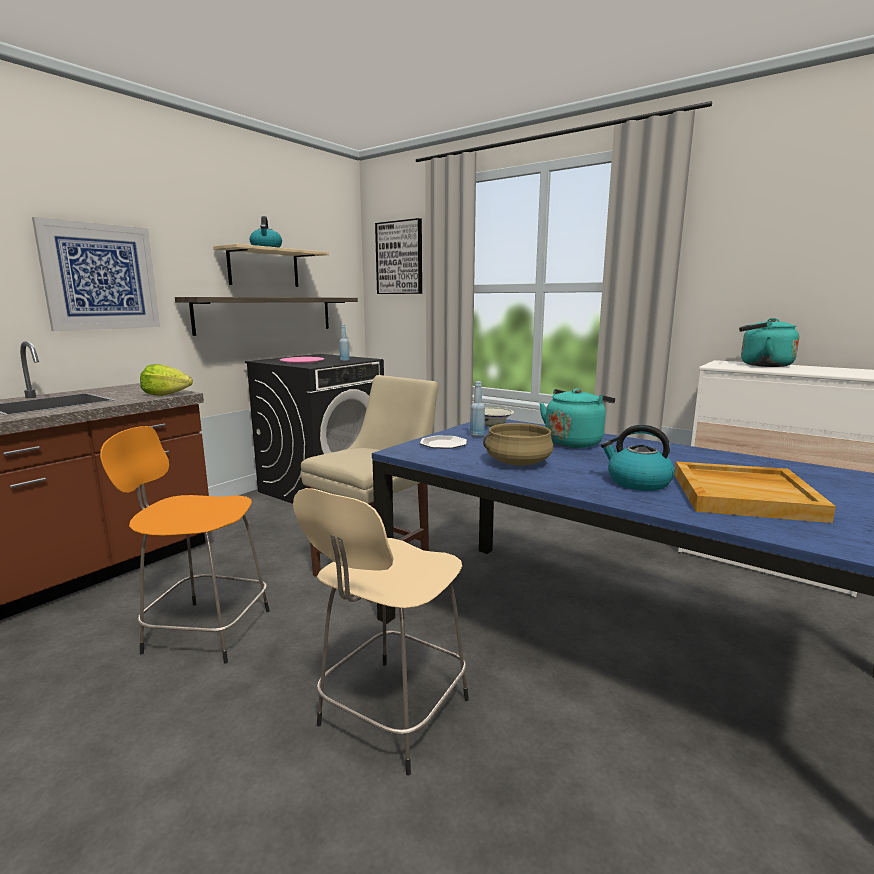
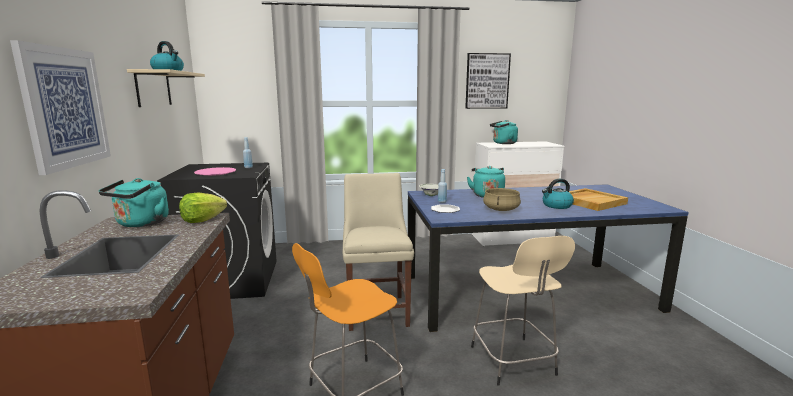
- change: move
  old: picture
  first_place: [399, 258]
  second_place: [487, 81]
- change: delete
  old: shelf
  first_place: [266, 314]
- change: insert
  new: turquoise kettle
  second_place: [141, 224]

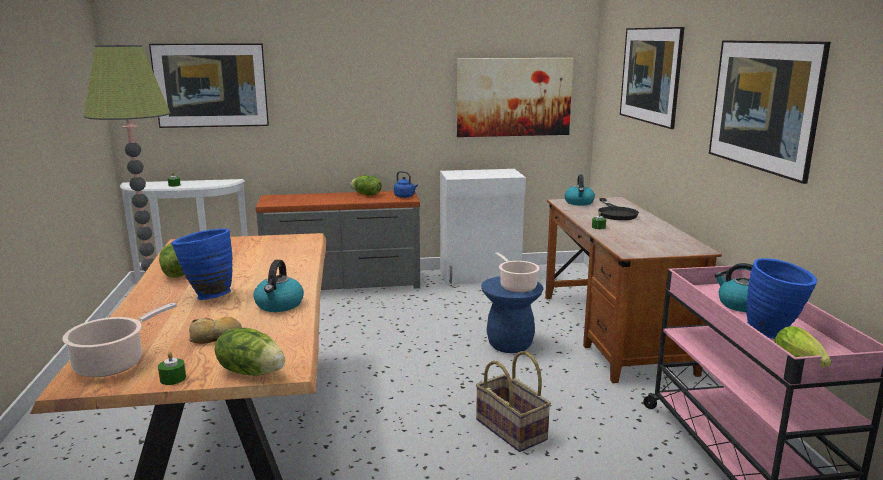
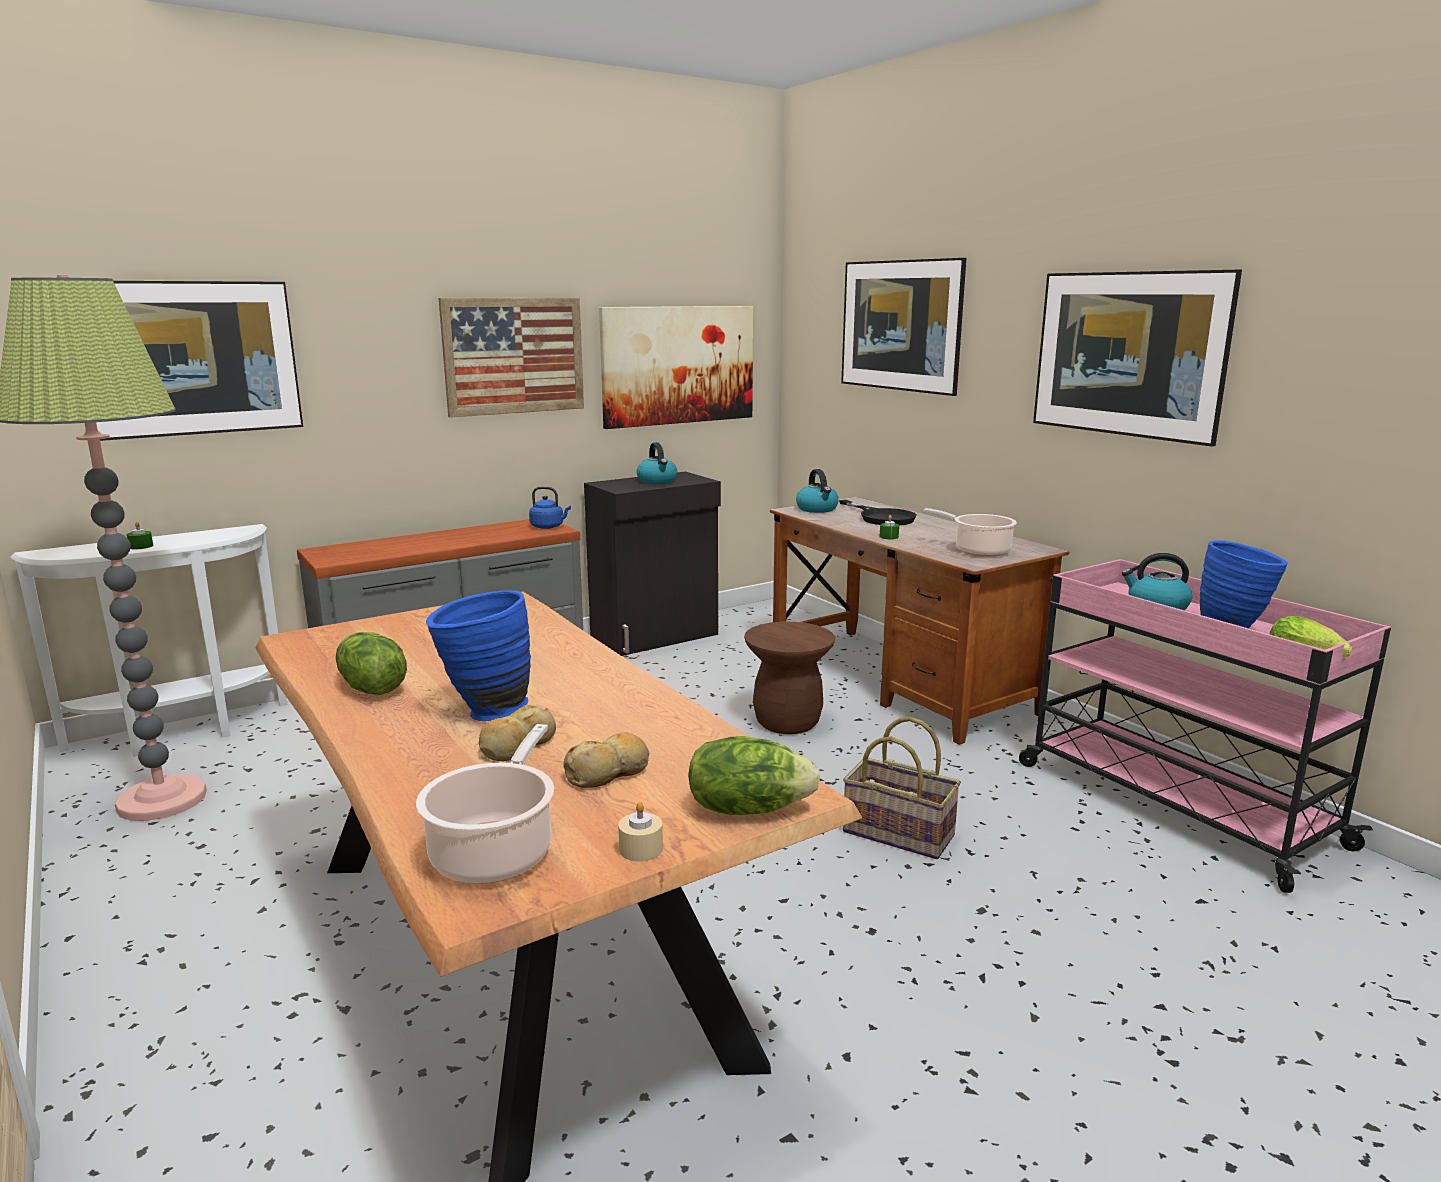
- change: recolor
  old: white cabinet
  new: black cabinet
  first_place: [480, 276]
  second_place: [656, 637]
- change: delete
  old: lettuce
  first_place: [366, 194]
- change: move
  old: cooking pot
  first_place: [516, 286]
  second_place: [978, 551]
- change: move
  old: kettle
  first_place: [279, 305]
  second_place: [657, 481]
- change: recolor
  old: blue stool
  new: brown stool
  first_place: [510, 344]
  second_place: [787, 722]
- change: recolor
  old: green candle
  new: beige candle
  first_place: [173, 378]
  second_place: [641, 849]
- change: insert
  new: picture
  second_place: [514, 356]
- change: insert
  new: bread
  second_place: [516, 746]

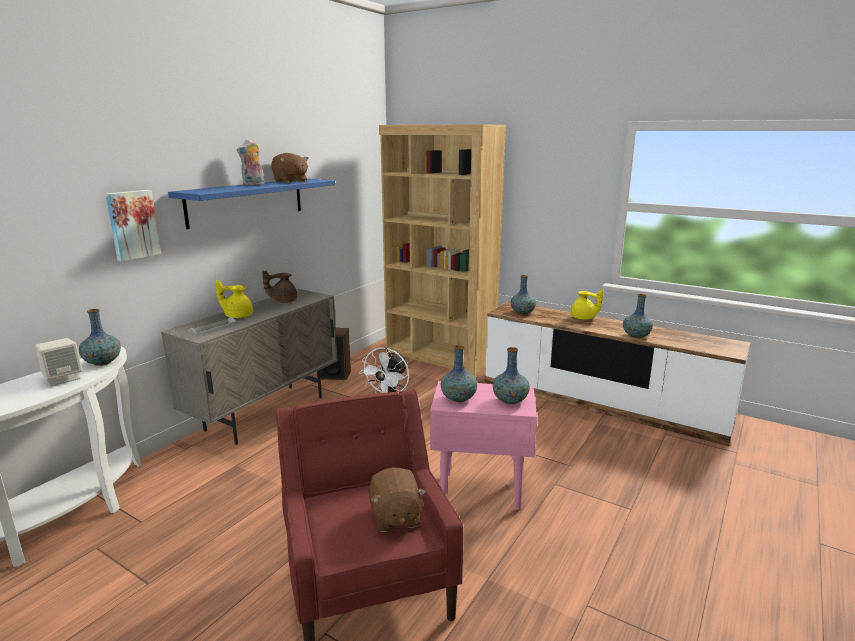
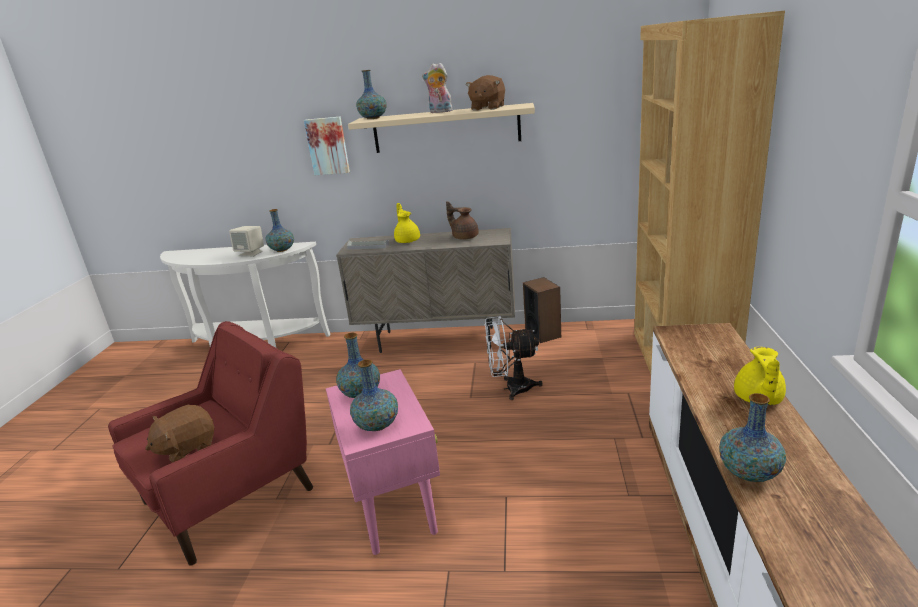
- change: recolor
  old: blue shelf
  new: beige shelf
  first_place: [247, 201]
  second_place: [446, 129]
- change: move
  old: vase
  first_place: [522, 313]
  second_place: [373, 118]

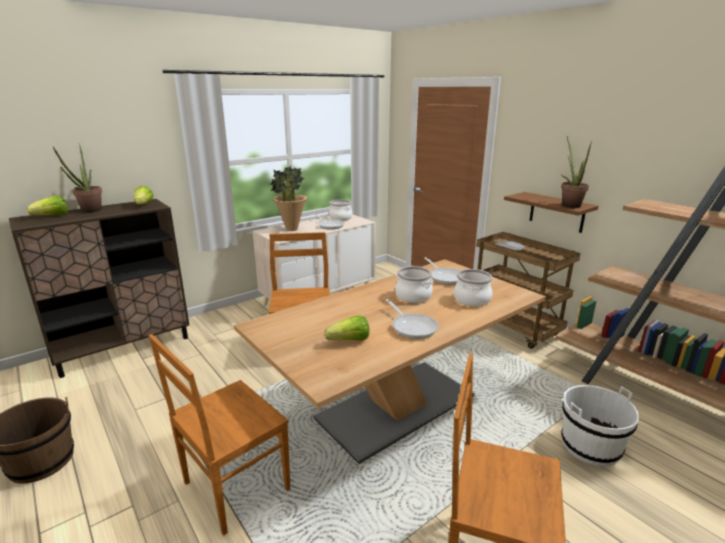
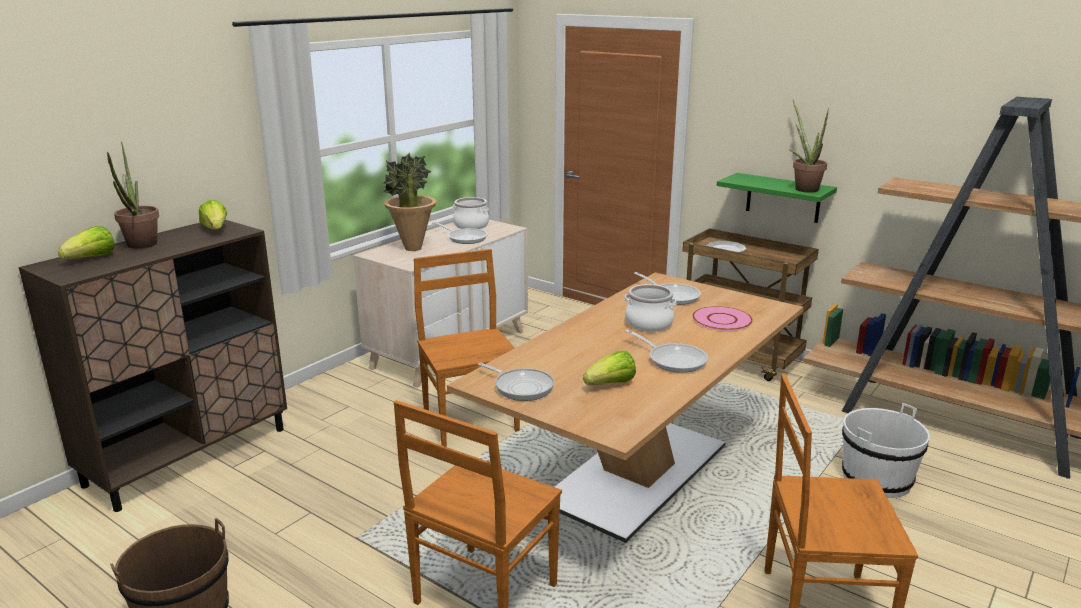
- change: recolor
  old: brown shelf
  new: green shelf
  first_place: [557, 212]
  second_place: [783, 198]
- change: replace
  old: cooking pot
  new: pink plate
  first_place: [472, 299]
  second_place: [722, 320]
- change: insert
  new: frying pan
  second_place: [521, 387]

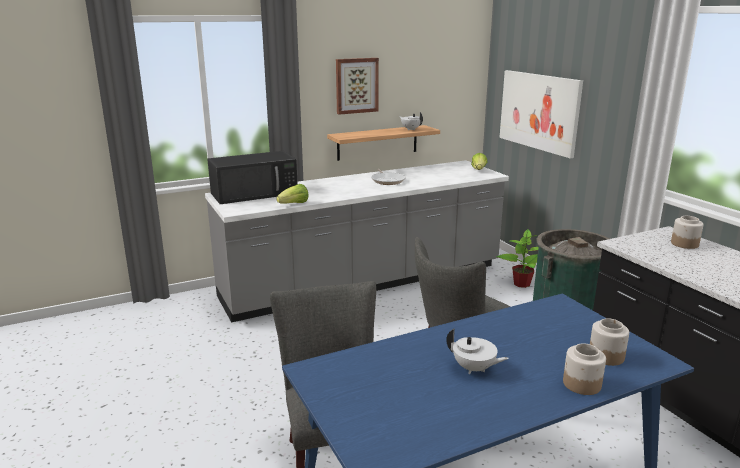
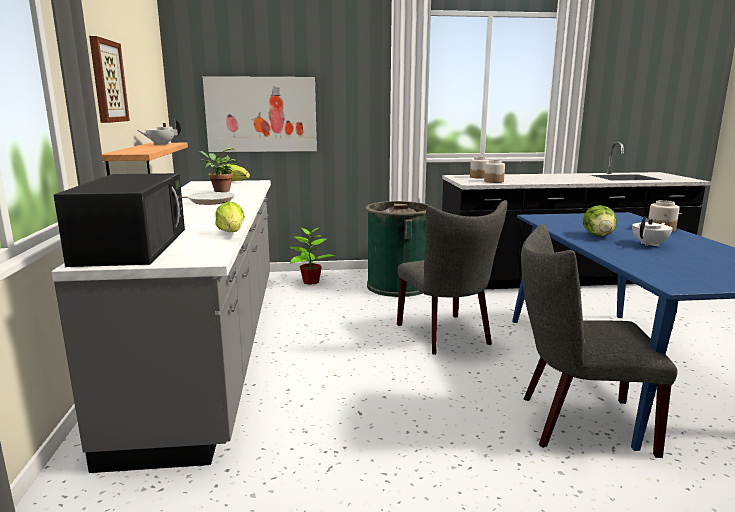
- change: move
  old: jar
  first_place: [606, 356]
  second_place: [493, 181]
- change: insert
  new: potted plant
  second_place: [219, 191]
- change: insert
  new: lettuce
  second_place: [598, 236]

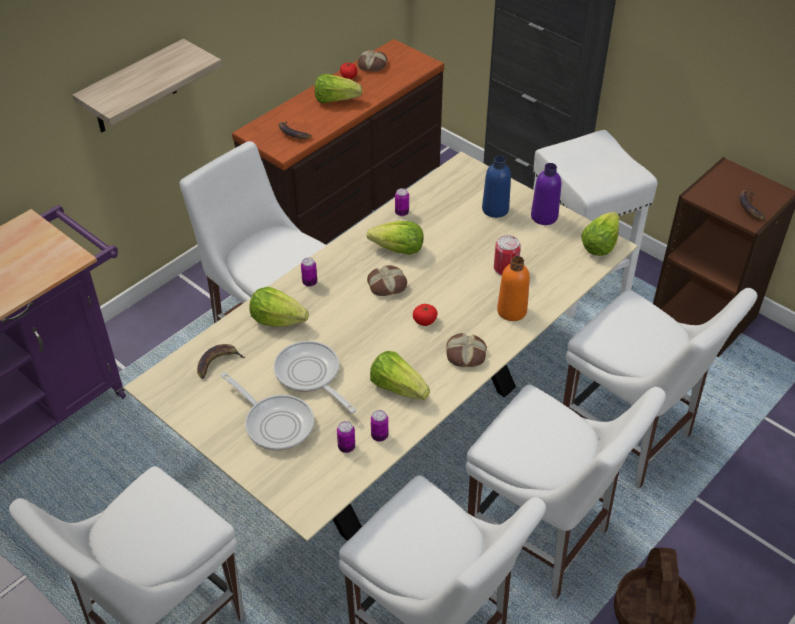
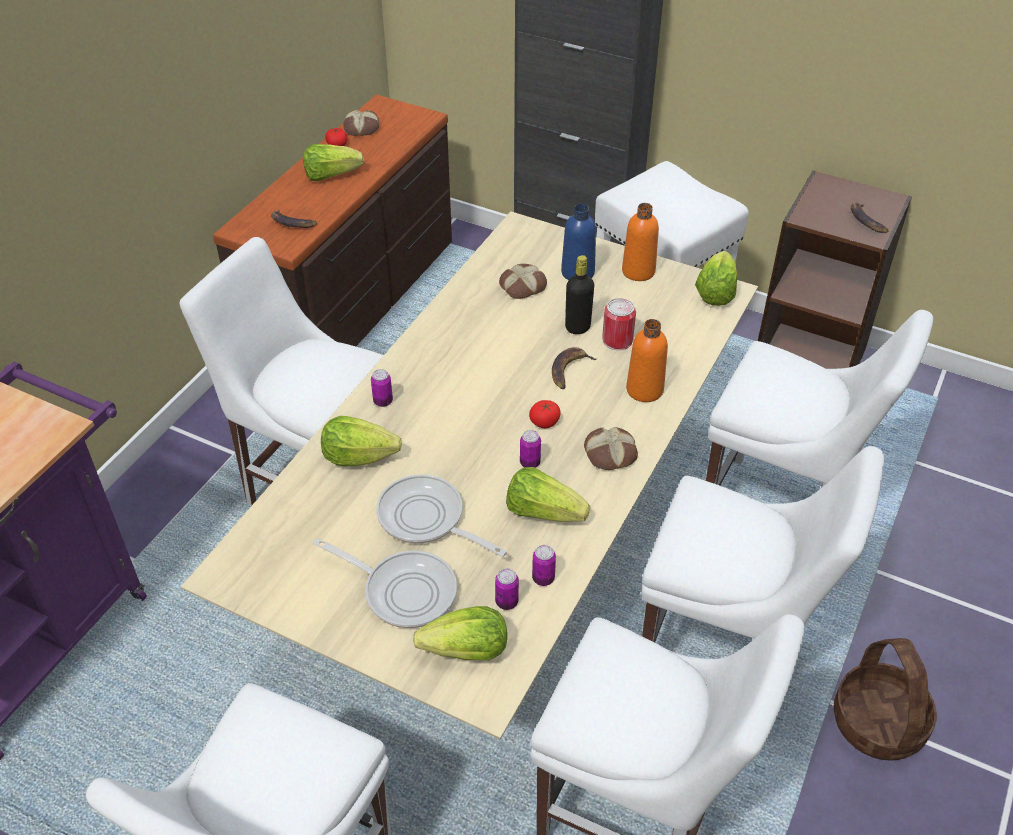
- change: delete
  old: shelf
  first_place: [134, 88]
- change: recolor
  old: purple bottle
  new: orange bottle
  first_place: [544, 217]
  second_place: [638, 271]
- change: move
  old: can
  first_place: [402, 212]
  second_place: [530, 463]
- change: move
  old: lettuce
  first_place: [398, 250]
  second_place: [467, 651]
- change: move
  old: bread
  first_place: [387, 284]
  second_place: [522, 286]
- change: move
  old: banana
  first_place: [217, 362]
  second_place: [569, 370]
- change: insert
  new: black bottle
  second_place: [577, 327]

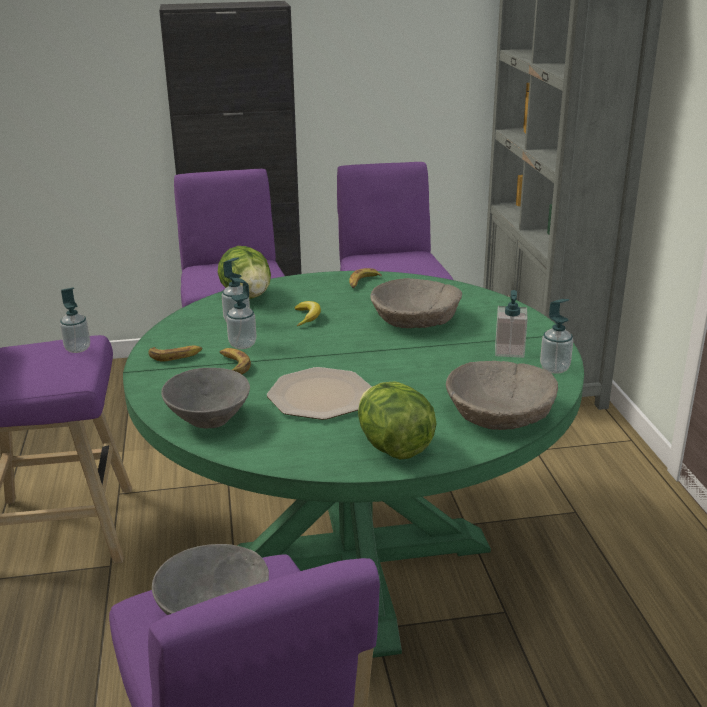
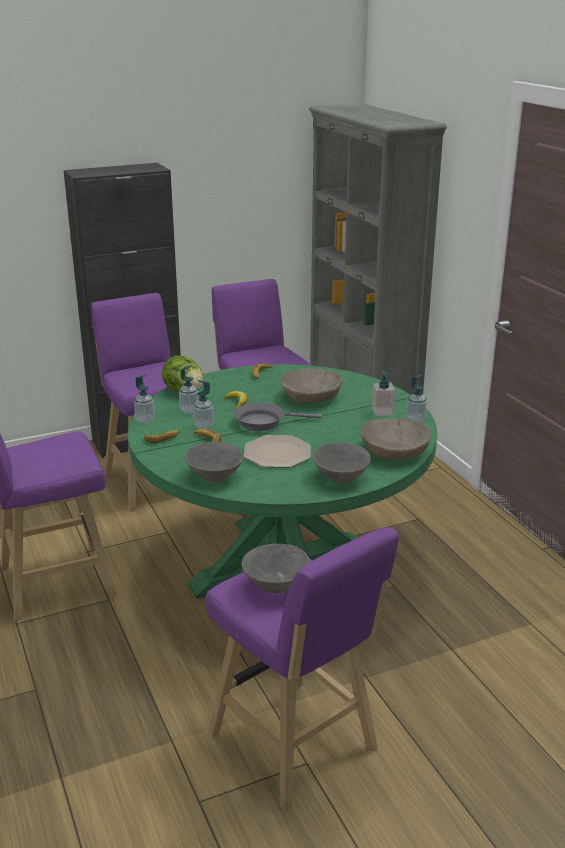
- change: move
  old: soap dispenser
  first_place: [78, 349]
  second_place: [145, 420]
- change: replace
  old: lettuce
  new: grey bowl
  first_place: [393, 447]
  second_place: [341, 478]
- change: insert
  new: grey frying pan
  second_place: [264, 422]

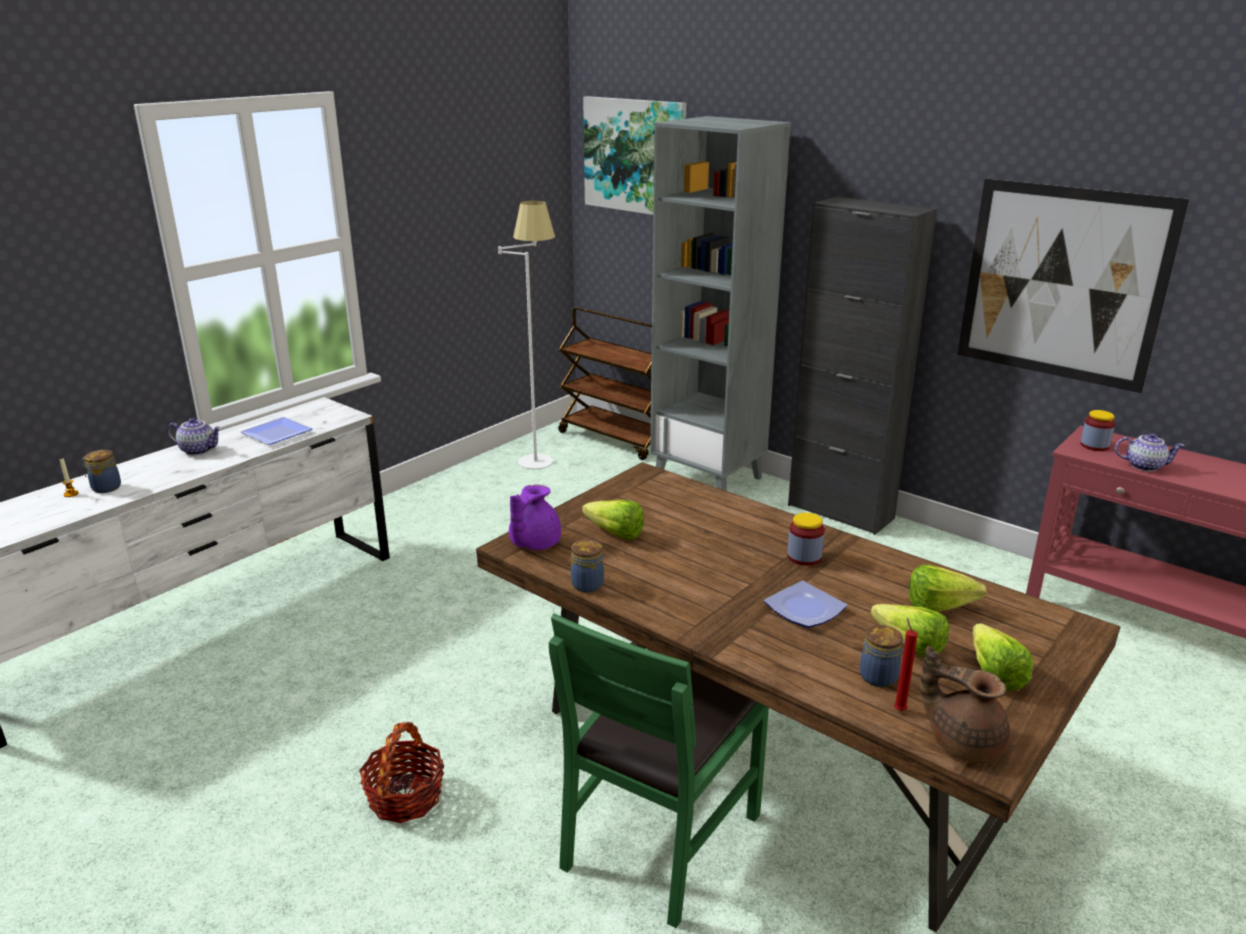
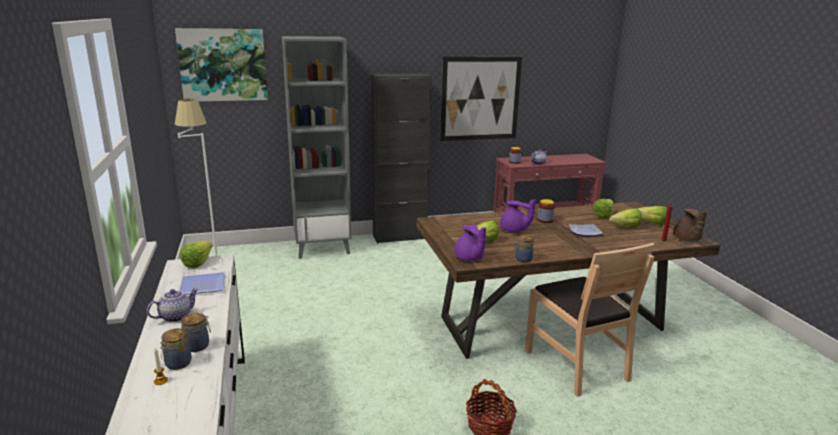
- change: delete
  old: brown cart
  first_place: [617, 439]
- change: recolor
  old: green chair
  new: brown chair
  first_place: [659, 838]
  second_place: [576, 364]
- change: move
  old: jar
  first_place: [880, 677]
  second_place: [198, 346]
- change: rotate
  old: brown teapot
  first_place: [962, 742]
  second_place: [687, 239]
  degrees: -75
- change: insert
  new: purple teapot
  second_place: [514, 230]
- change: insert
  new: lettuce
  second_place: [201, 262]

